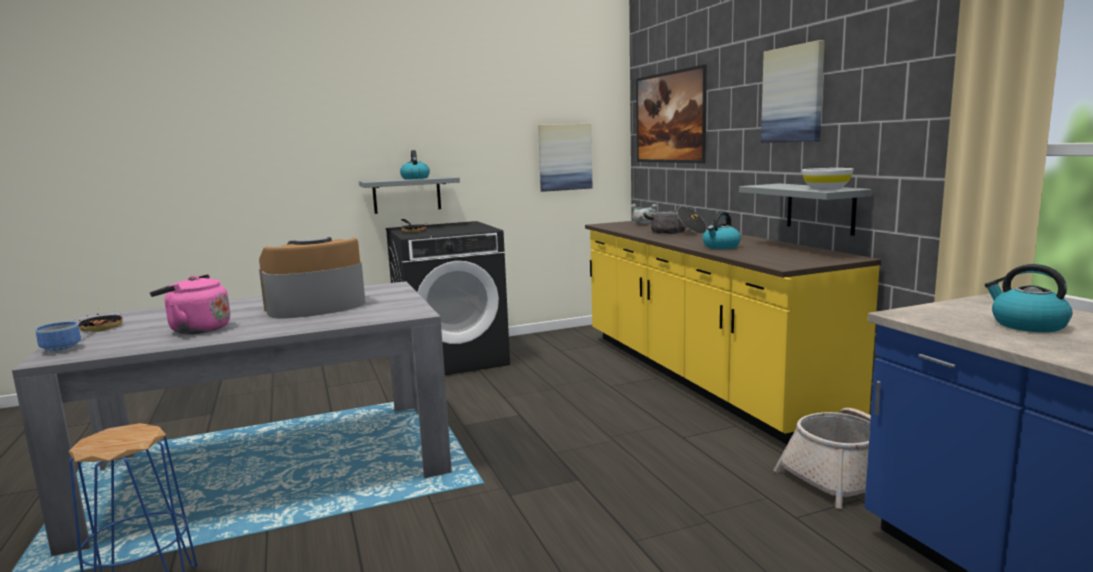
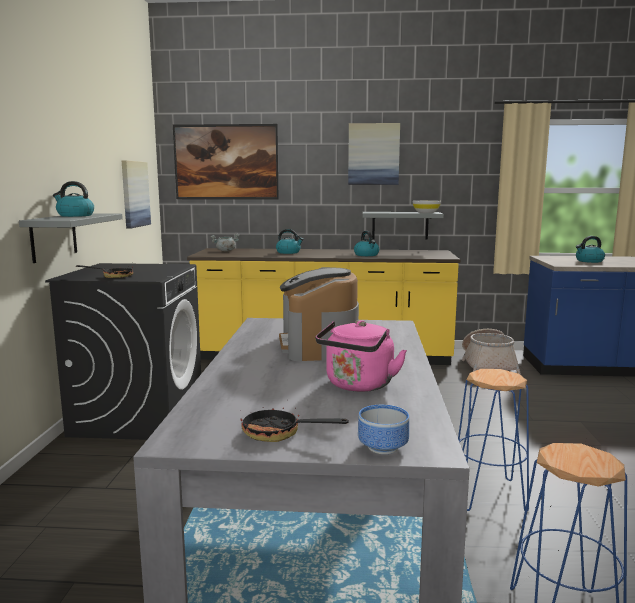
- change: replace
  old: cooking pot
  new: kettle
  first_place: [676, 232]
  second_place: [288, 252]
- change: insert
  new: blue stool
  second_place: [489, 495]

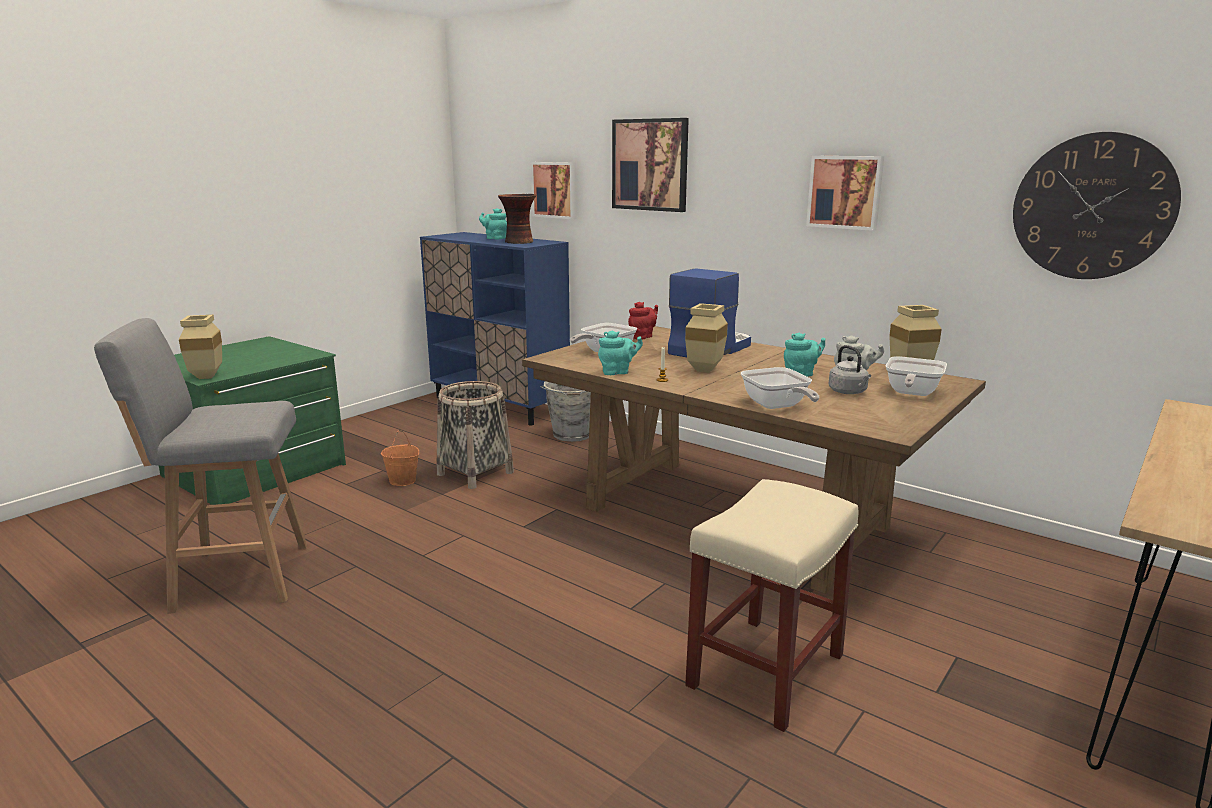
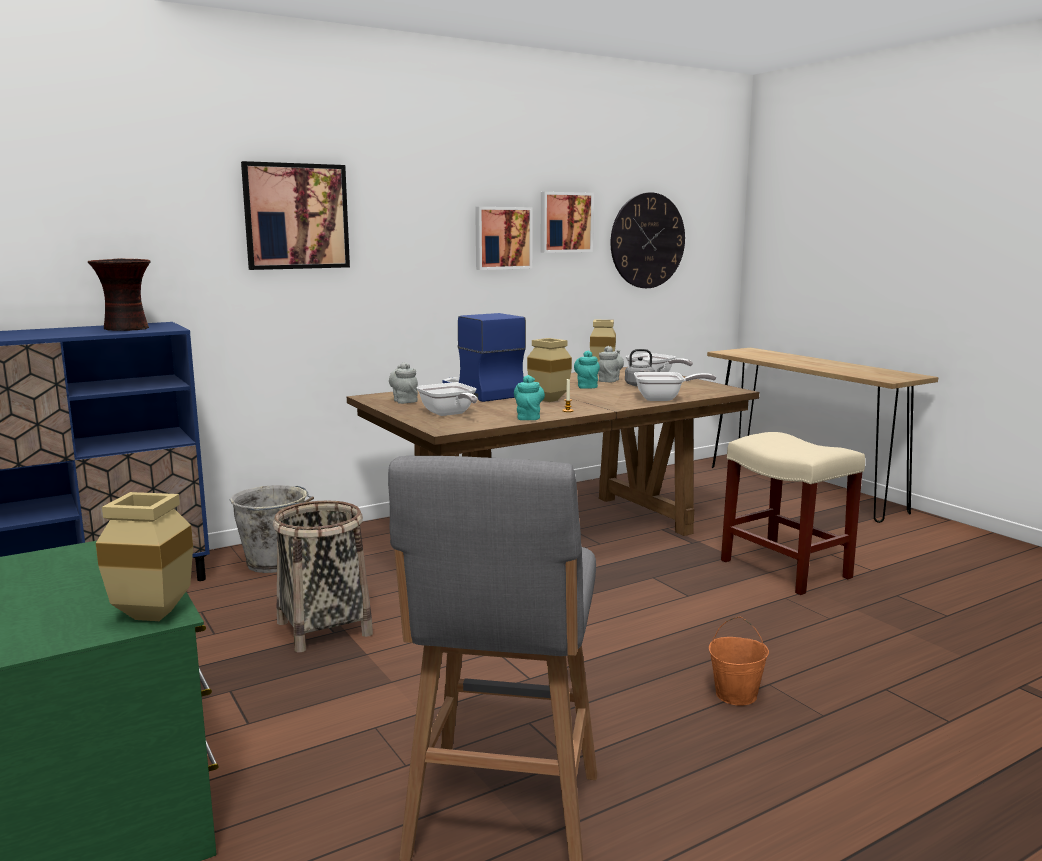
- change: move
  old: picture
  first_place: [555, 190]
  second_place: [565, 222]
- change: delete
  old: turquoise teapot
  first_place: [495, 238]
- change: recolor
  old: red teapot
  new: grey teapot
  first_place: [642, 337]
  second_place: [404, 401]
- change: move
  old: orange bucket
  first_place: [403, 481]
  second_place: [736, 695]

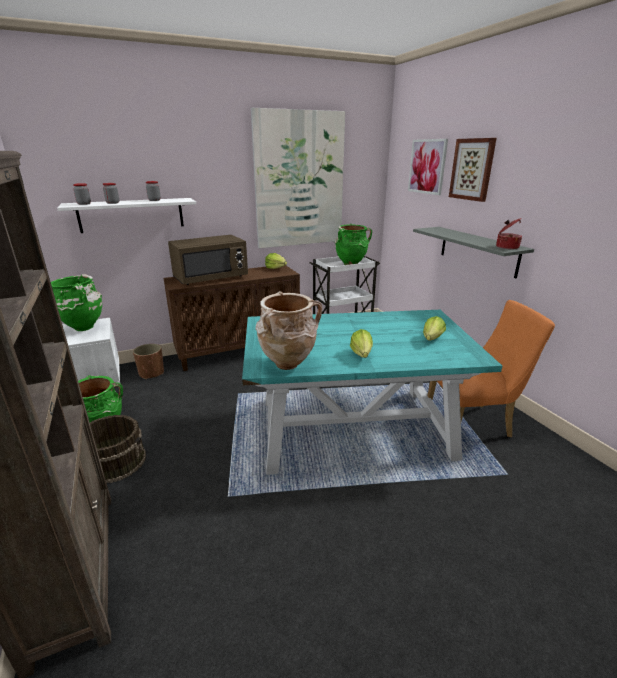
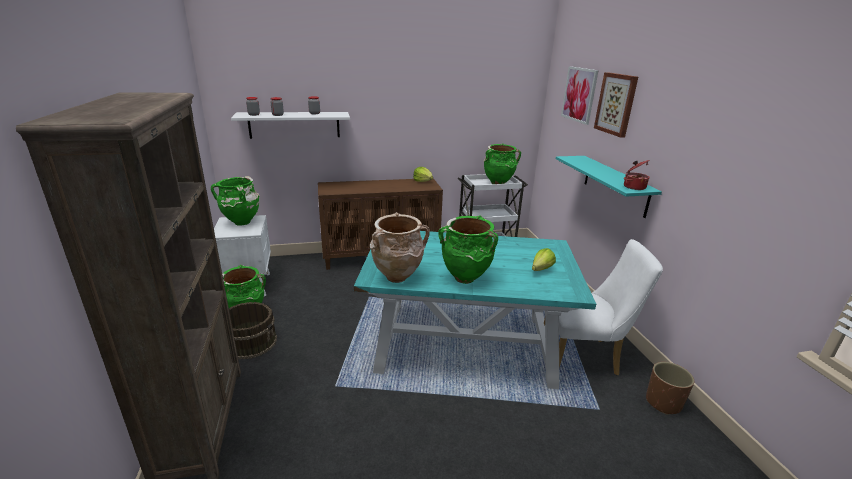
- change: delete
  old: picture
  first_place: [299, 181]
- change: recolor
  old: grey shelf
  new: turquoise shelf
  first_place: [478, 251]
  second_place: [615, 185]
- change: delete
  old: brown microwave
  first_place: [211, 278]
- change: recolor
  old: orange chair
  new: white chair
  first_place: [473, 423]
  second_place: [584, 356]
- change: replace
  old: lettuce
  new: green vase
  first_place: [361, 356]
  second_place: [466, 278]
- change: move
  old: brown planter
  first_place: [151, 373]
  second_place: [663, 403]

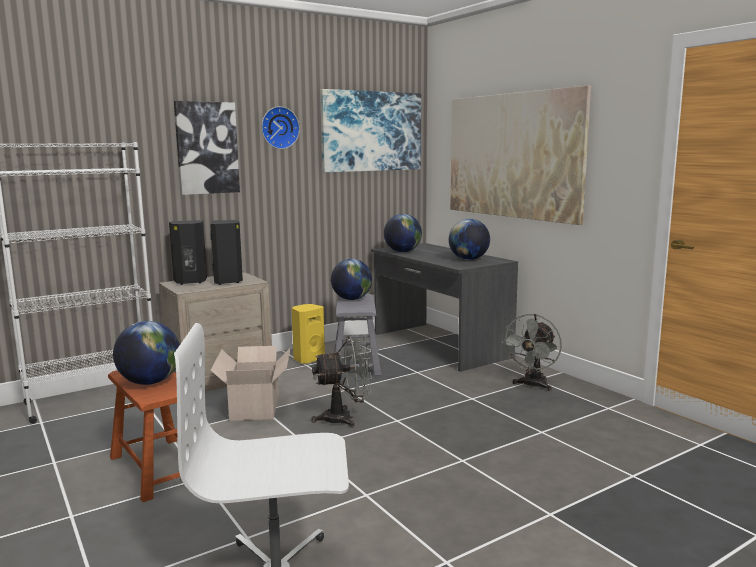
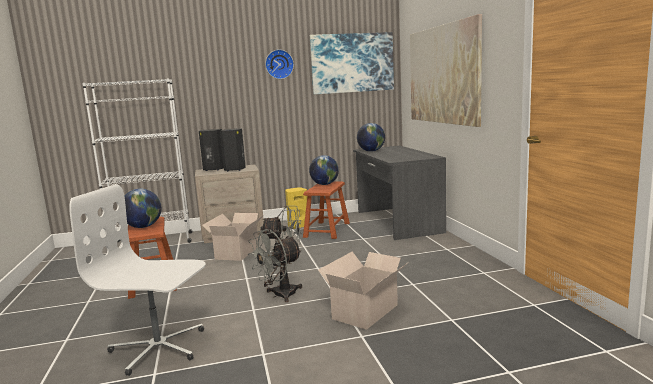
- change: delete
  old: picture
  first_place: [207, 148]
- change: delete
  old: globe
  first_place: [468, 259]
- change: recolor
  old: grey stool
  new: brown stool
  first_place: [356, 363]
  second_place: [327, 230]
- change: move
  old: grey fan
  first_place: [532, 386]
  second_place: [279, 295]
- change: insert
  new: cardboard box
  second_place: [367, 311]

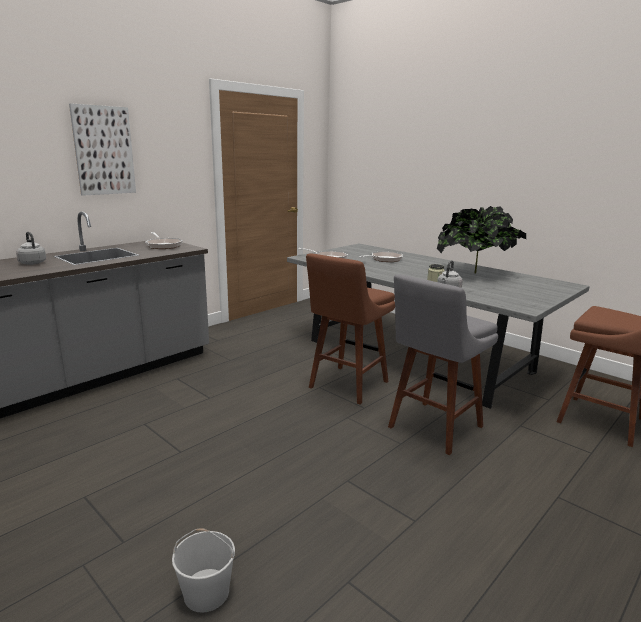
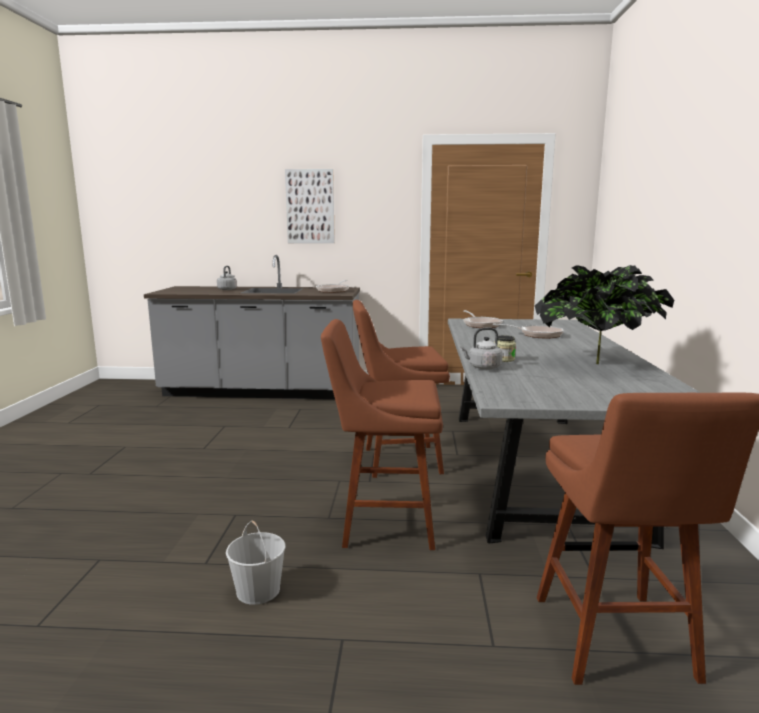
- change: recolor
  old: grey stool
  new: brown stool
  first_place: [432, 428]
  second_place: [382, 524]
- change: move
  old: white bucket
  first_place: [205, 592]
  second_place: [257, 590]

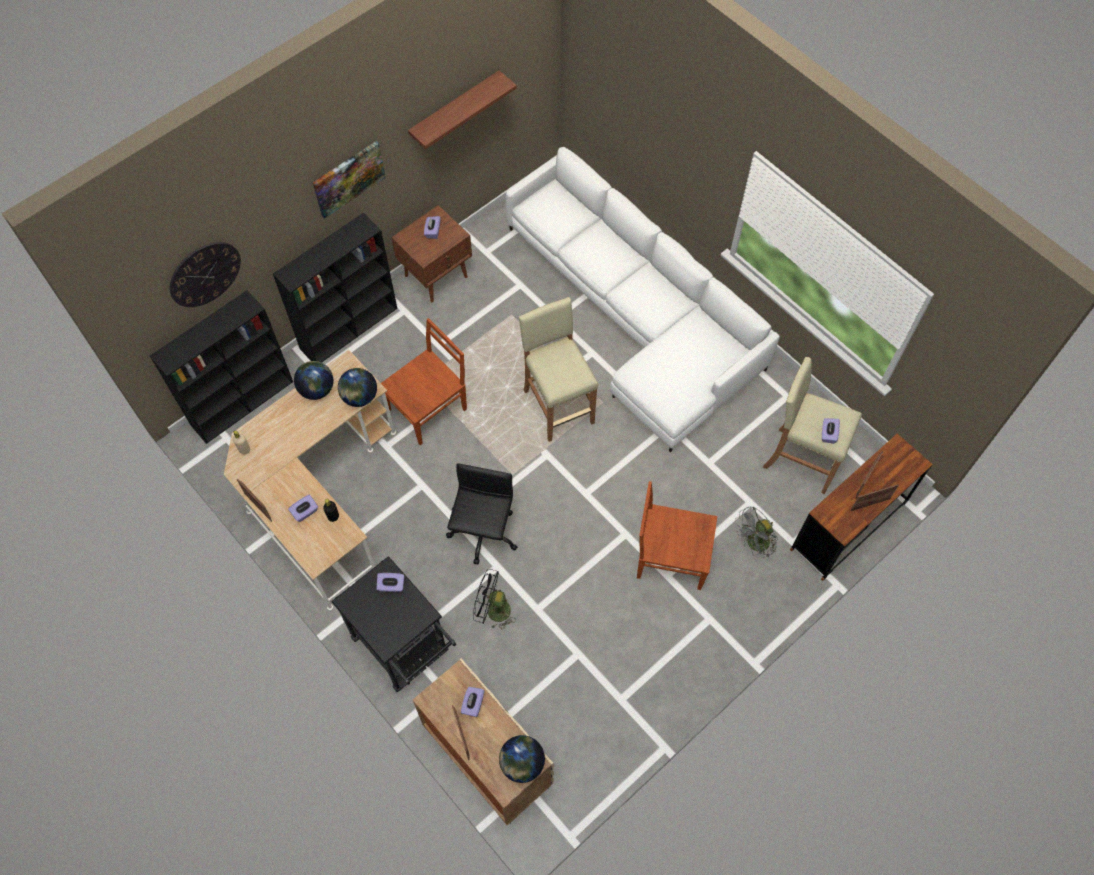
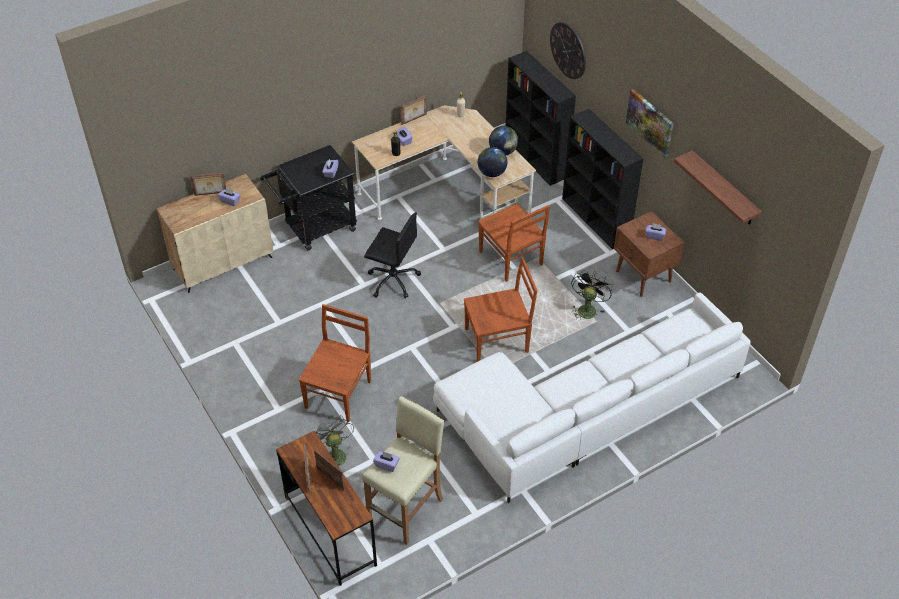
- change: replace
  old: beige stool
  new: brown chair
  first_place: [558, 406]
  second_place: [498, 340]
- change: move
  old: black fan
  first_place: [493, 610]
  second_place: [587, 308]
- change: delete
  old: globe
  first_place: [522, 763]

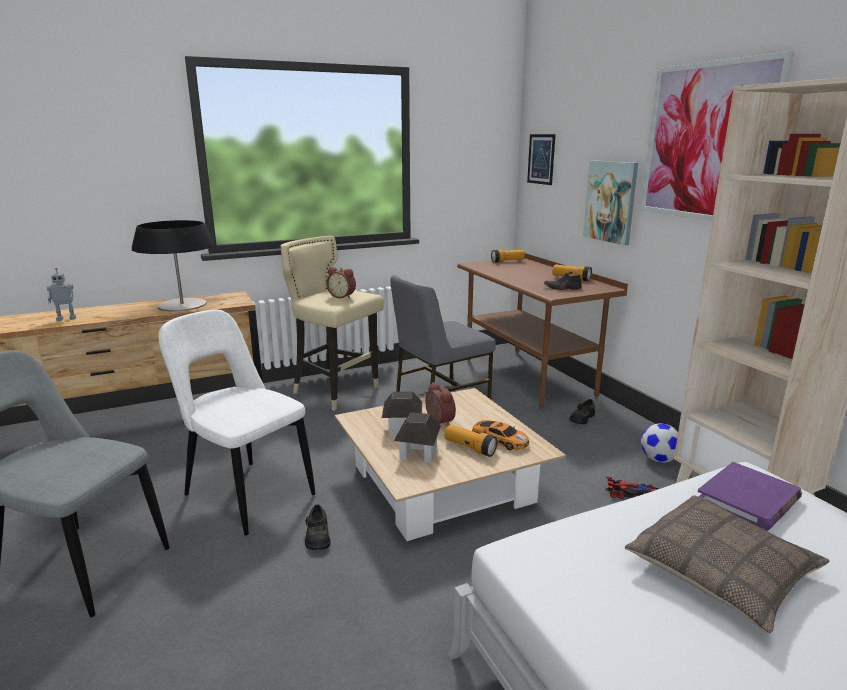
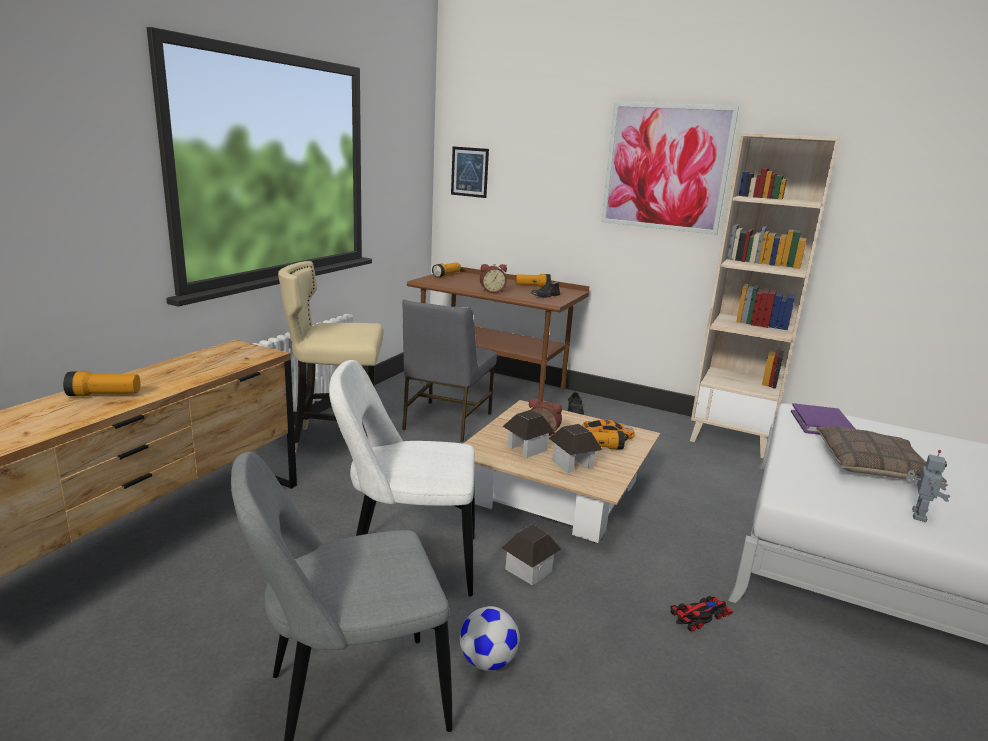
- change: delete
  old: picture
  first_place: [611, 201]
- change: delete
  old: table lamp
  first_place: [182, 305]
- change: move
  old: alarm clock
  first_place: [342, 296]
  second_place: [492, 291]
- change: move
  old: toy robot
  first_place: [66, 318]
  second_place: [917, 515]
- change: move
  old: football
  first_place: [658, 459]
  second_place: [487, 661]
- change: move
  old: toy car
  first_place: [633, 493]
  second_place: [701, 615]
- change: replace
  old: black shoe
  new: toy house
  first_place: [317, 536]
  second_place: [529, 570]
- change: insert
  new: flashlight
  second_place: [104, 395]

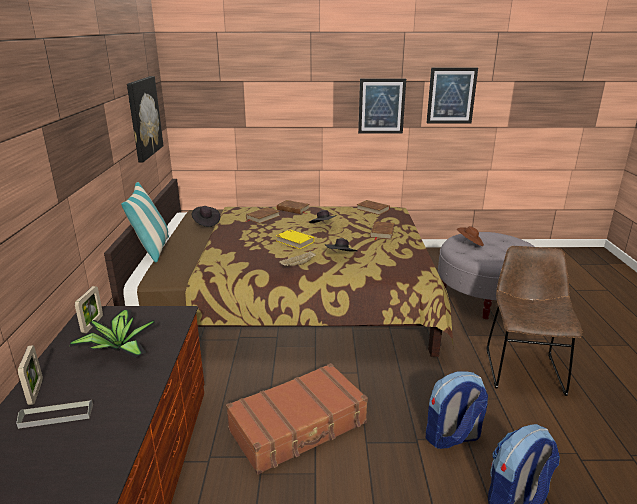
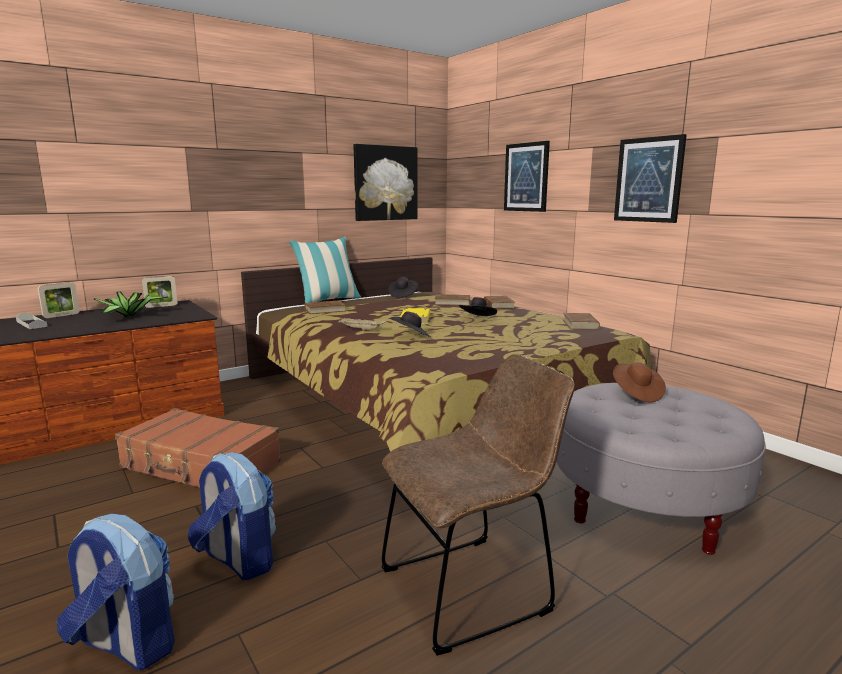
- change: move
  old: picture
  first_place: [451, 95]
  second_place: [526, 177]
- change: move
  old: brown book
  first_place: [382, 232]
  second_place: [324, 310]

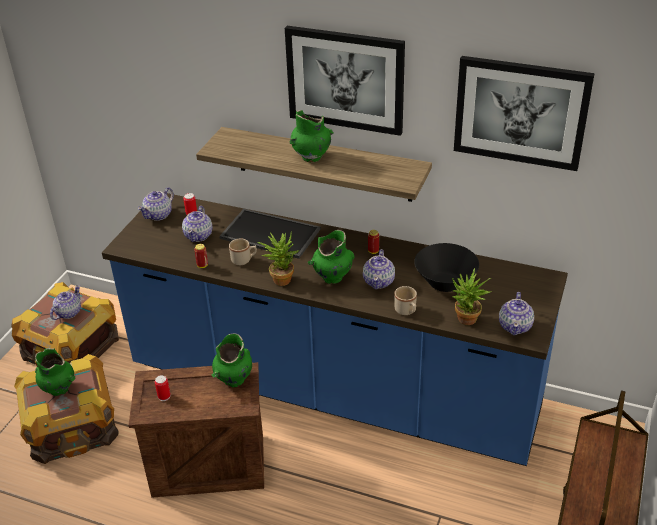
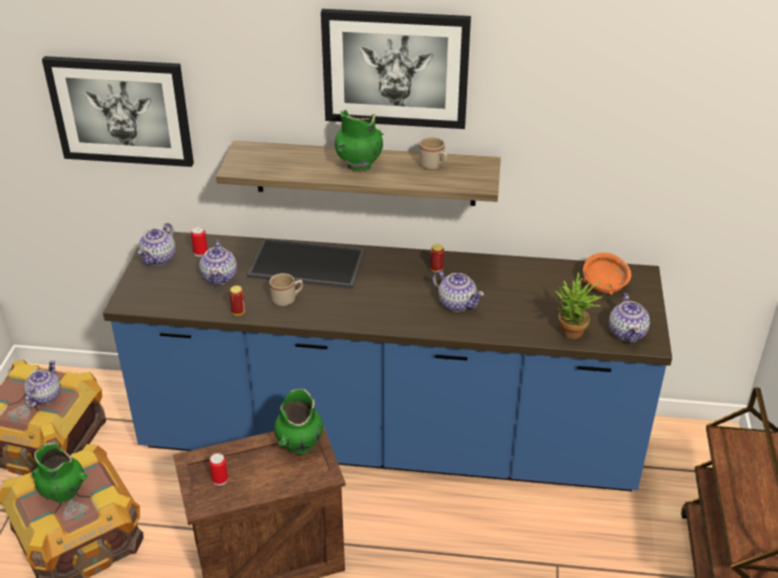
- change: move
  old: picture
  first_place: [520, 112]
  second_place: [121, 111]
- change: delete
  old: green vase
  first_place: [332, 277]
- change: delete
  old: potted plant
  first_place: [280, 278]
- change: delete
  old: black bowl
  first_place: [445, 283]
- change: rotate
  old: teapot
  first_place: [379, 281]
  second_place: [456, 303]
  degrees: -45
- change: move
  old: beige mug
  first_place: [406, 311]
  second_place: [434, 166]
- change: insert
  new: orange bowl
  second_place: [604, 285]

